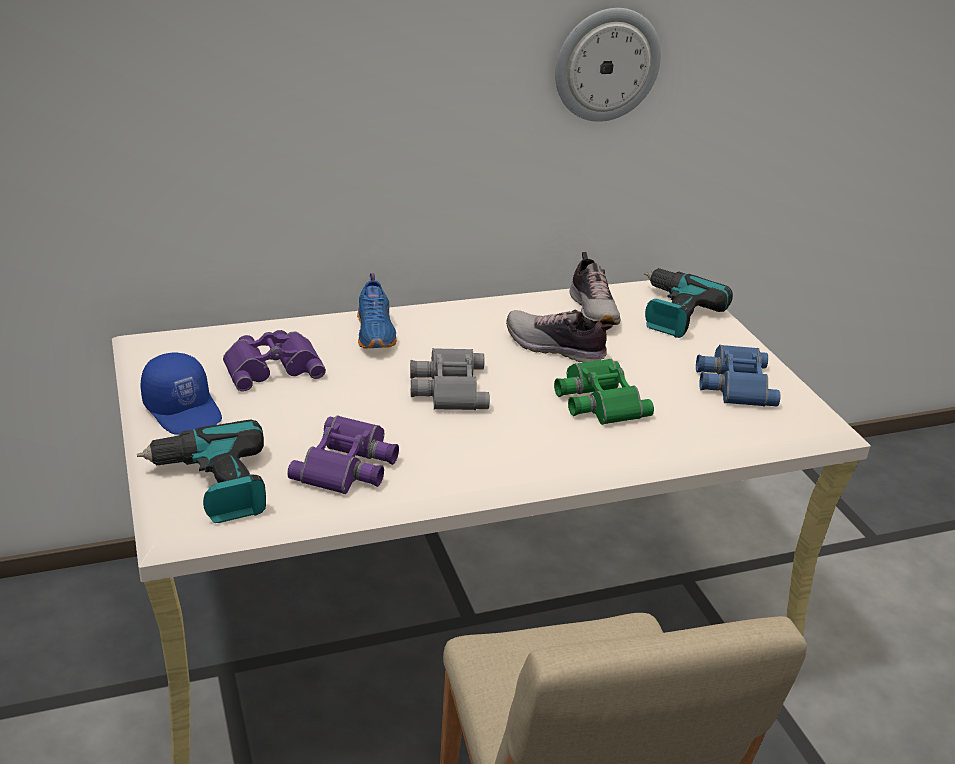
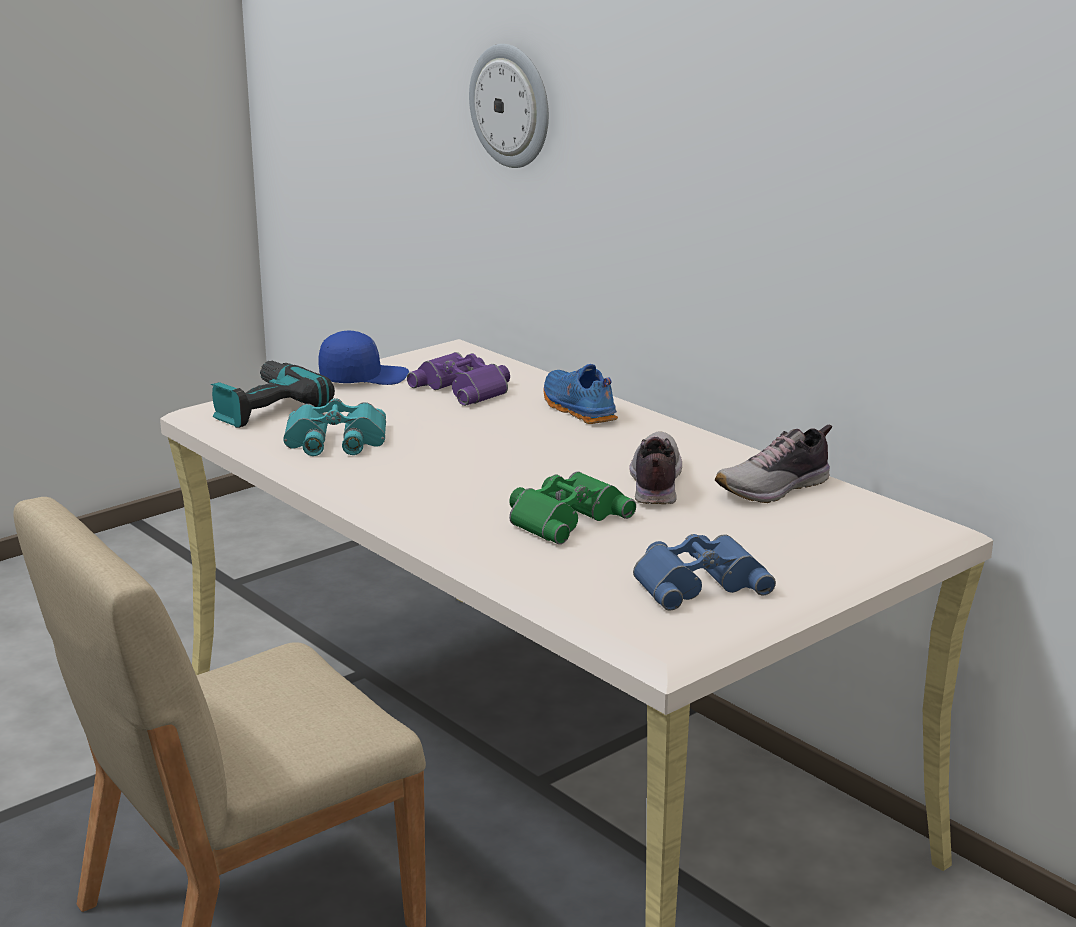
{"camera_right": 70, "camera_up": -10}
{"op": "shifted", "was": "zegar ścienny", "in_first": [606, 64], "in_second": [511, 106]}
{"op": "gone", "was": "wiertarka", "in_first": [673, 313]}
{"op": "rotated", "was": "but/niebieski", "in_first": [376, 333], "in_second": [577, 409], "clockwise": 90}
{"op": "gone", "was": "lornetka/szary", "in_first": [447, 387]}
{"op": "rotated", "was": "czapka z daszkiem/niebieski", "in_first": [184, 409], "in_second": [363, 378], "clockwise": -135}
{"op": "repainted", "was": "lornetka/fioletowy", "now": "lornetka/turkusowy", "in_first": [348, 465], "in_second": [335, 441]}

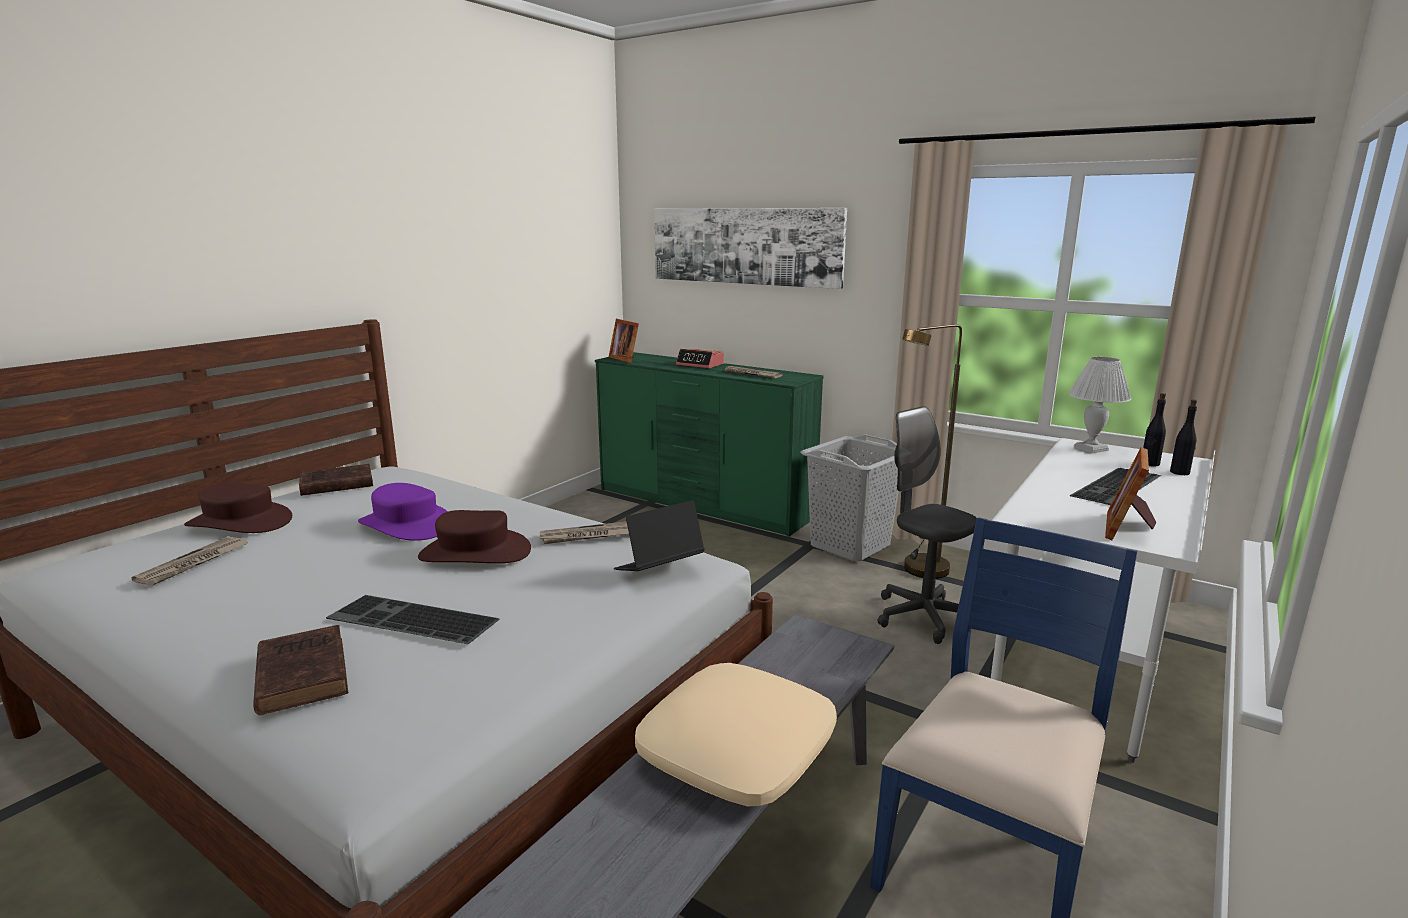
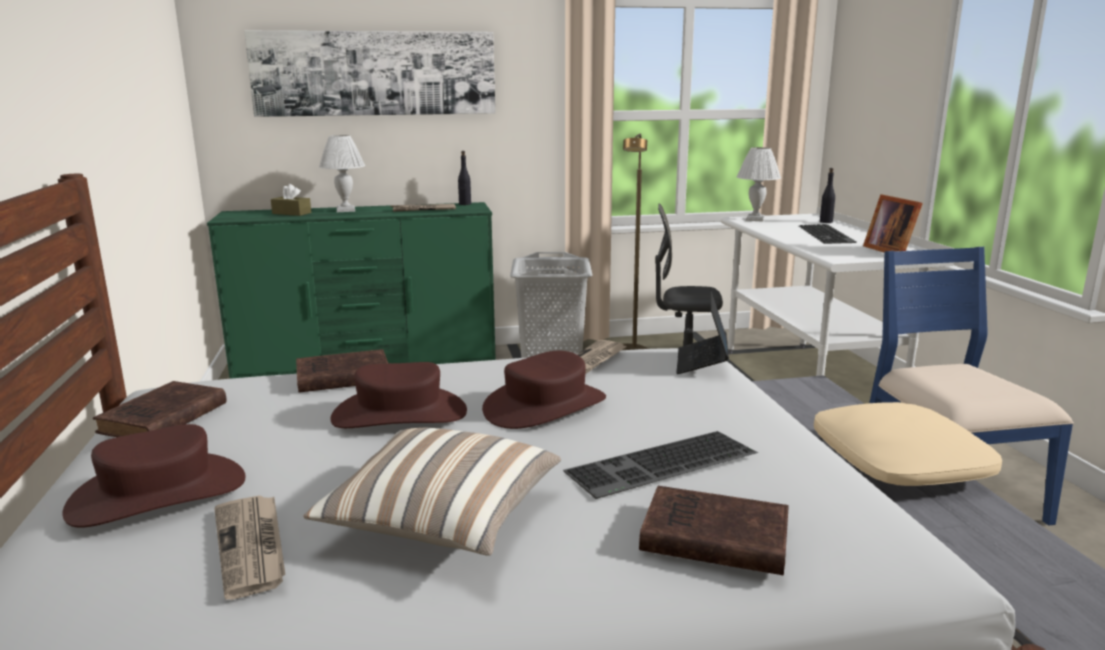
{"camera_right": -45, "camera_up": 0}
{"op": "gone", "was": "ramka na zdjęcie", "in_first": [626, 359]}
{"op": "swapped", "was": "budzik", "now": "lampa stołowa/biały", "in_first": [700, 365], "in_second": [346, 210]}
{"op": "shifted", "was": "butelka/czarny", "in_first": [1149, 464], "in_second": [465, 204]}
{"op": "repainted", "was": "kapelusz/fioletowy", "now": "kapelusz/brązowy", "in_first": [406, 524], "in_second": [400, 414]}
{"op": "new", "now": "pudełko chusteczek/brązowy", "in_second": [291, 213]}
{"op": "new", "now": "książka/brązowy", "in_second": [340, 377]}
{"op": "new", "now": "poduszka", "in_second": [441, 521]}

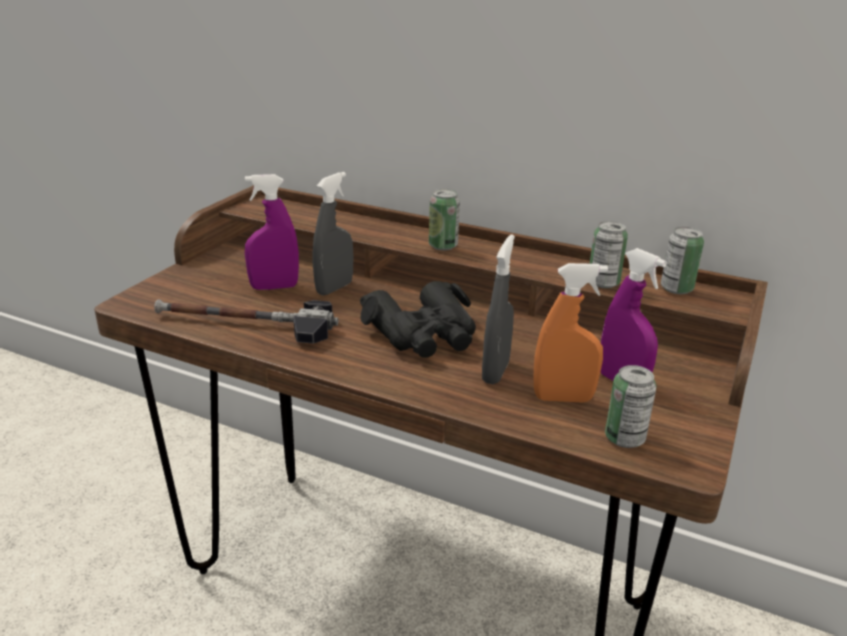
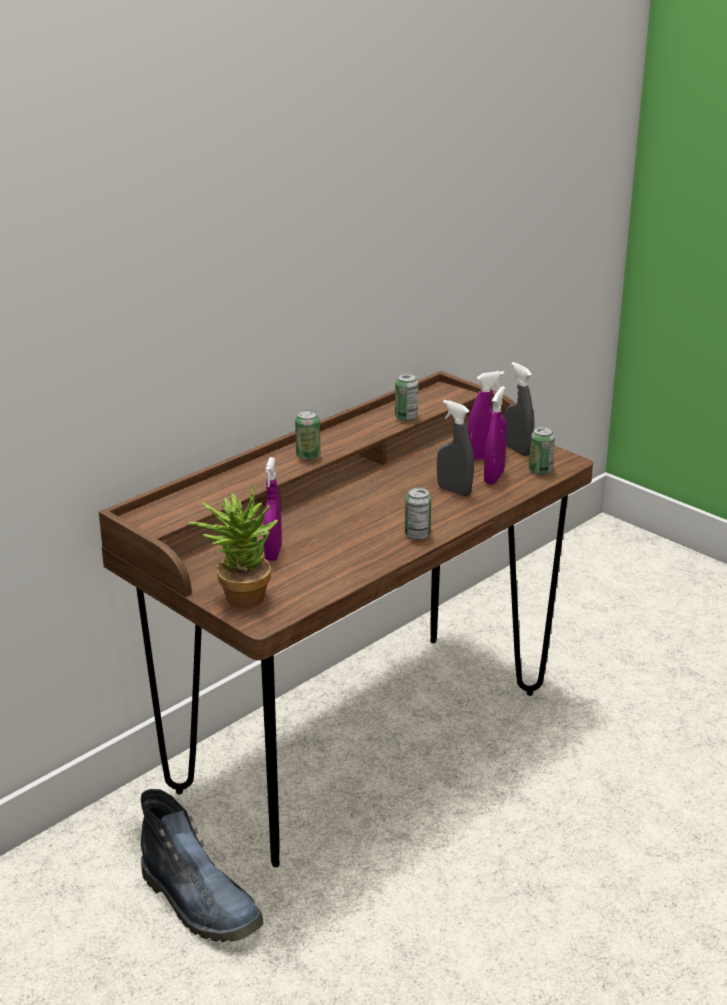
{"camera_right": -70, "camera_up": 0}
{"op": "shifted", "was": "spryskiwacz/szary", "in_first": [334, 288], "in_second": [517, 450]}
{"op": "shifted", "was": "puszka", "in_first": [676, 289], "in_second": [417, 535]}
{"op": "repainted", "was": "spryskiwacz/pomarańczowy", "now": "spryskiwacz/fioletowy", "in_first": [563, 398], "in_second": [494, 477]}
{"op": "gone", "was": "lornetka/czarny", "in_first": [423, 334]}
{"op": "gone", "was": "młotek", "in_first": [245, 324]}
{"op": "new", "now": "roślina doniczkowa", "in_second": [239, 595]}
{"op": "new", "now": "but z cholewką", "in_second": [202, 903]}

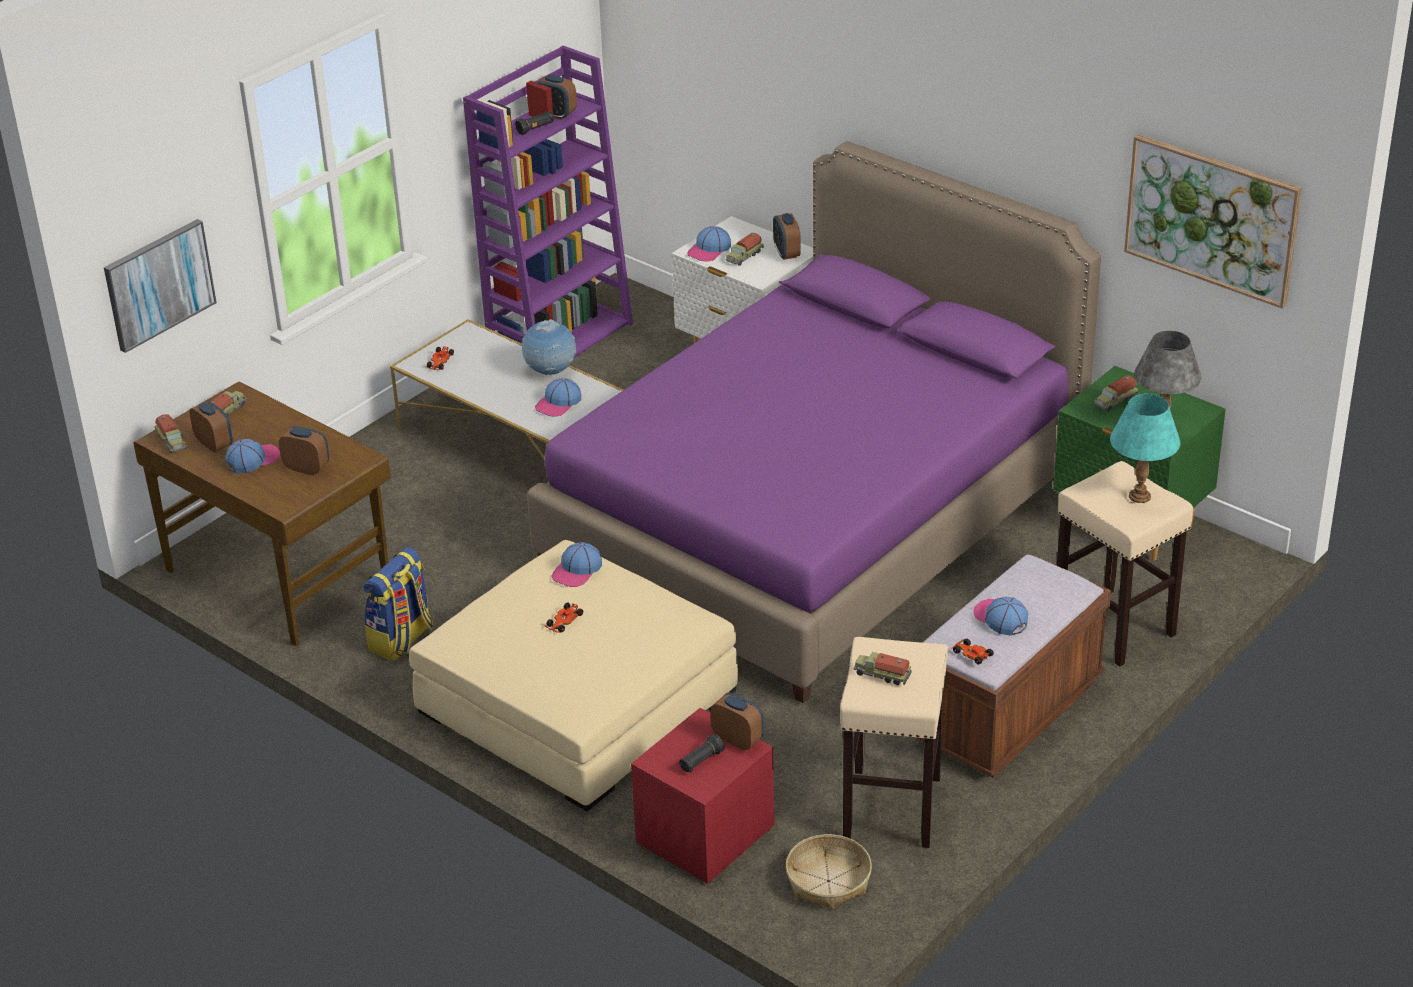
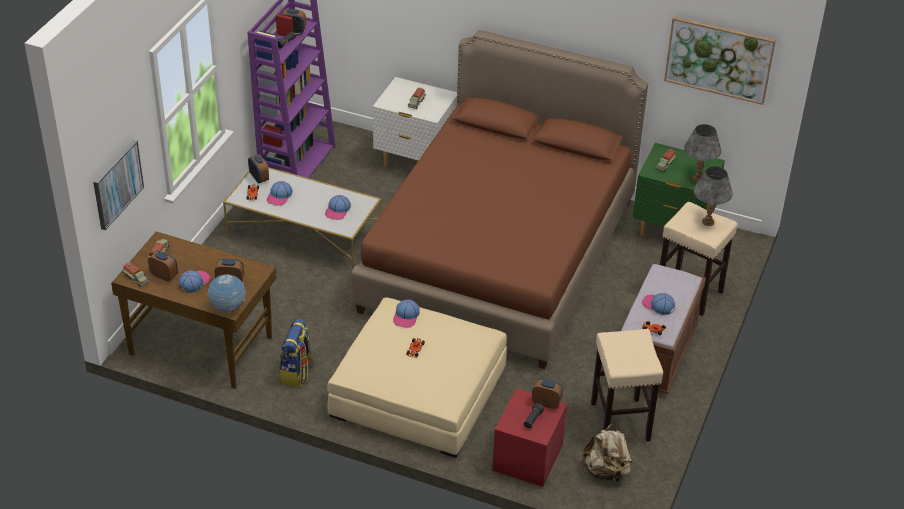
{"camera_right": -20, "camera_up": 5}
{"op": "repainted", "was": "łóżko/fioletowy", "now": "łóżko/brązowy", "in_first": [814, 519], "in_second": [499, 255]}
{"op": "shifted", "was": "budzik", "in_first": [786, 253], "in_second": [259, 178]}
{"op": "shifted", "was": "czapka z daszkiem", "in_first": [709, 250], "in_second": [279, 196]}
{"op": "shifted", "was": "globus", "in_first": [550, 372], "in_second": [228, 308]}
{"op": "repainted", "was": "lampa stołowa/turkusowy", "now": "lampa stołowa/szary", "in_first": [1139, 496], "in_second": [708, 222]}
{"op": "gone", "was": "ciężarówka zabawkowa", "in_first": [882, 674]}
{"op": "swapped", "was": "koszyk", "now": "plecak/beżowy", "in_first": [828, 881], "in_second": [606, 471]}

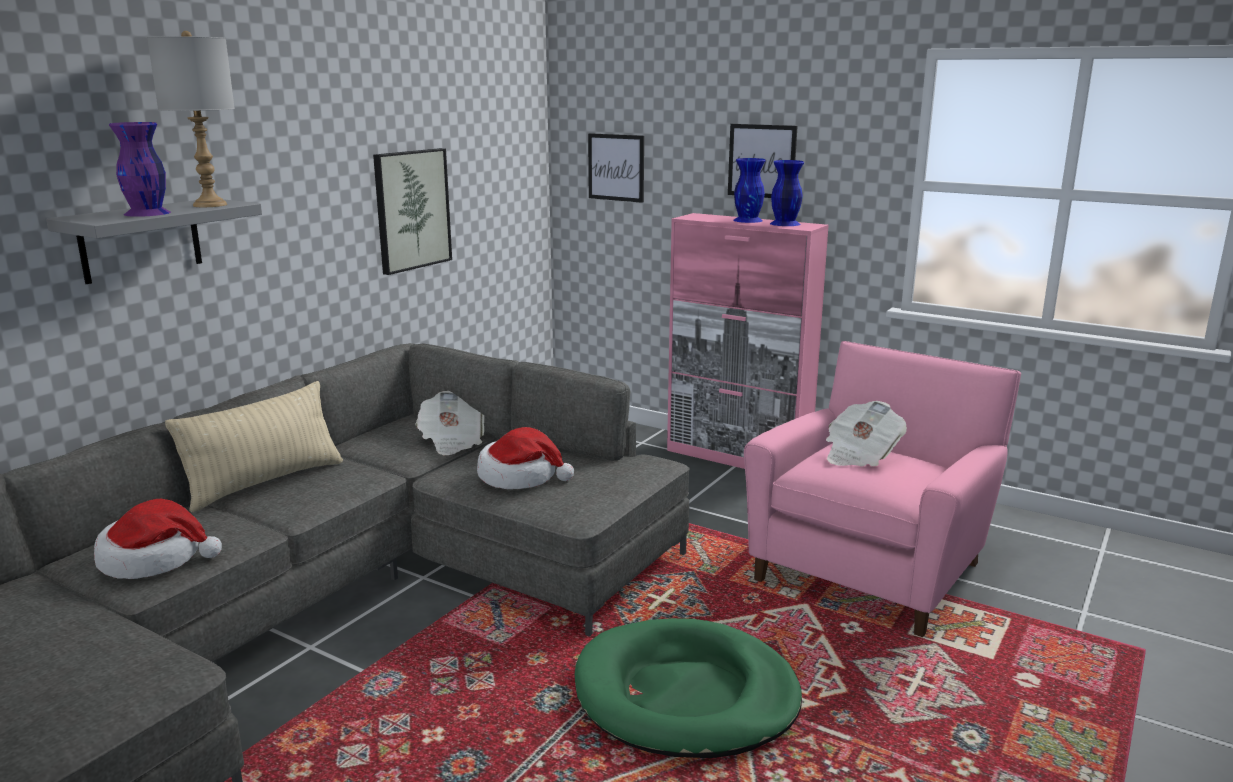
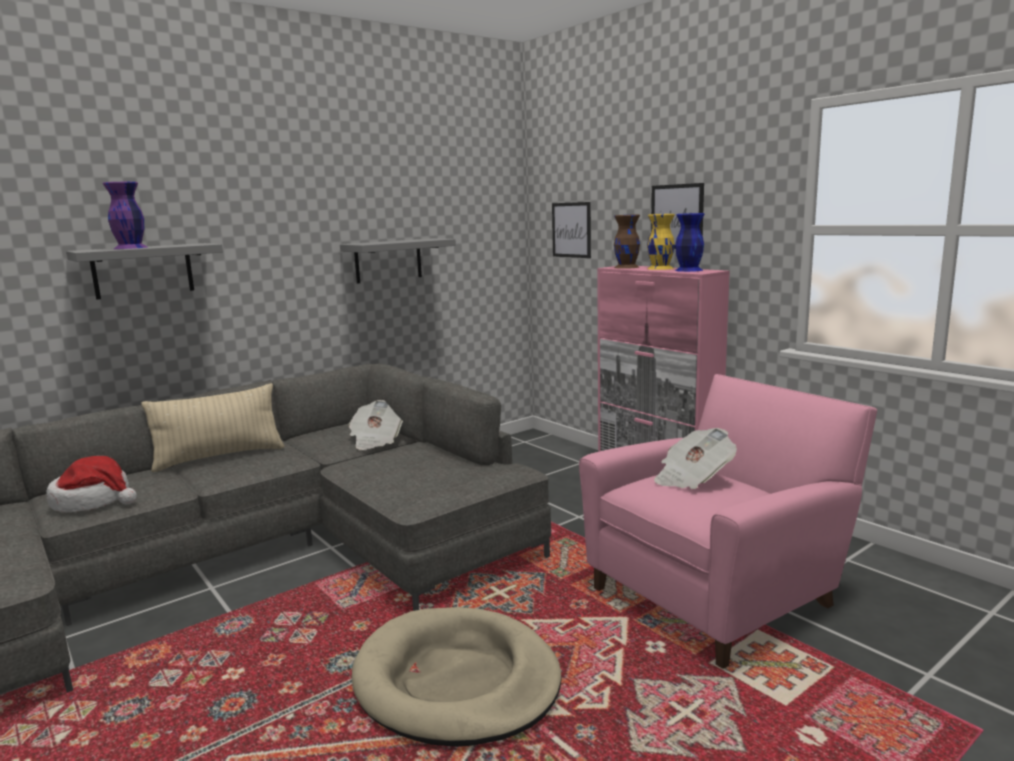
{"camera_right": 20, "camera_up": -5}
{"op": "gone", "was": "lampa stołowa/szary", "in_first": [209, 205]}
{"op": "swapped", "was": "obraz", "now": "półka/szary", "in_first": [412, 210], "in_second": [388, 260]}
{"op": "repainted", "was": "wazon/niebieski", "now": "wazon/żółty", "in_first": [748, 220], "in_second": [660, 268]}
{"op": "gone", "was": "kapelusz", "in_first": [520, 476]}
{"op": "repainted", "was": "legowisko/zielony", "now": "legowisko/beżowy", "in_first": [685, 695], "in_second": [456, 681]}
{"op": "new", "now": "wazon/brązowy", "in_second": [627, 267]}

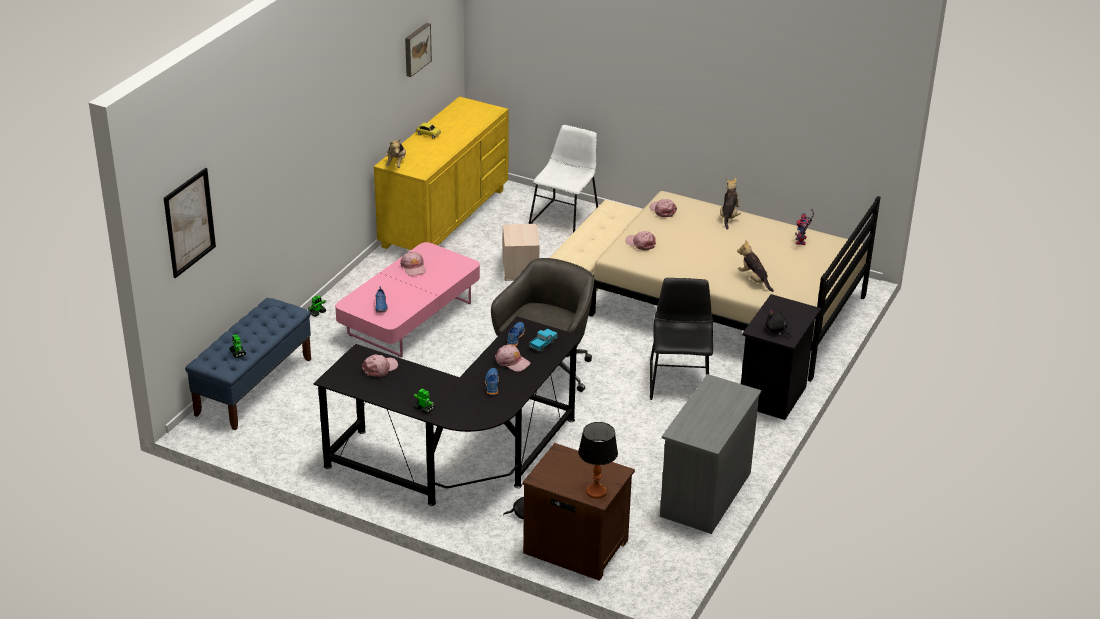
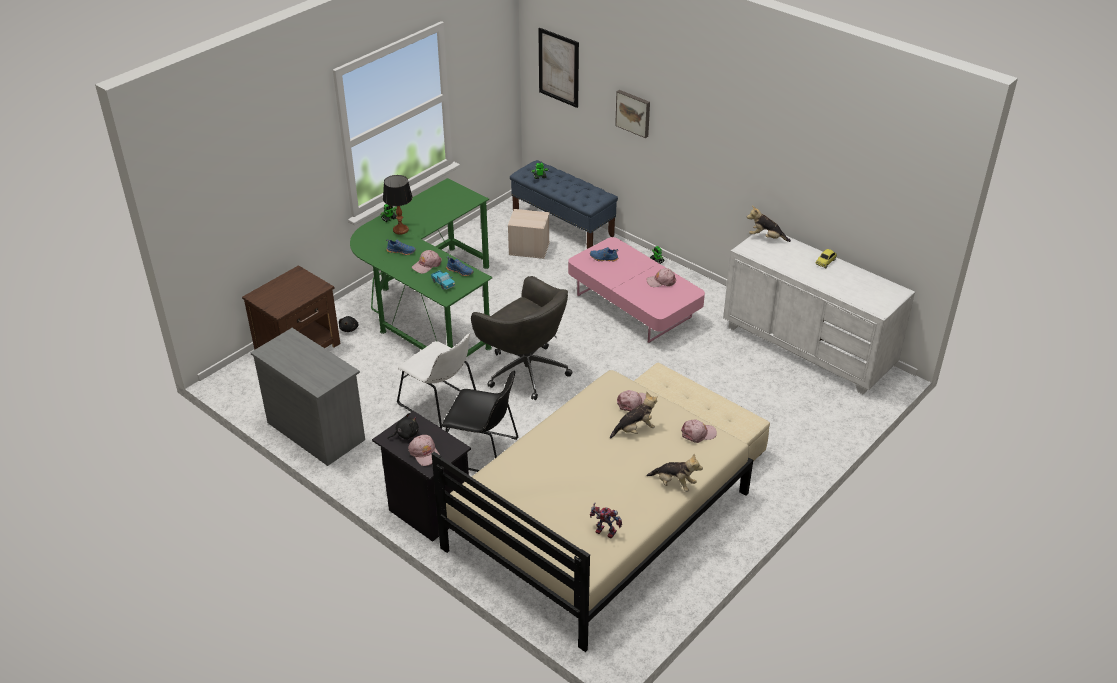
{"camera_right": 105, "camera_up": 5}
{"op": "shifted", "was": "obraz", "in_first": [416, 49], "in_second": [633, 113]}
{"op": "repainted", "was": "komoda/żółty", "now": "komoda/biały", "in_first": [444, 218], "in_second": [807, 347]}
{"op": "shifted", "was": "krzesło/biały", "in_first": [565, 216], "in_second": [440, 404]}
{"op": "shifted", "was": "pojemnik do przechowywania/beżowy", "in_first": [521, 269], "in_second": [528, 248]}
{"op": "shifted", "was": "pluszak", "in_first": [754, 280], "in_second": [635, 430]}
{"op": "repainted", "was": "biurko/czarny", "now": "biurko/zielony", "in_first": [460, 460], "in_second": [428, 308]}
{"op": "shifted", "was": "czapka z daszkiem/różowy", "in_first": [380, 368], "in_second": [424, 453]}
{"op": "shifted", "was": "lampa stołowa", "in_first": [596, 492], "in_second": [400, 230]}

